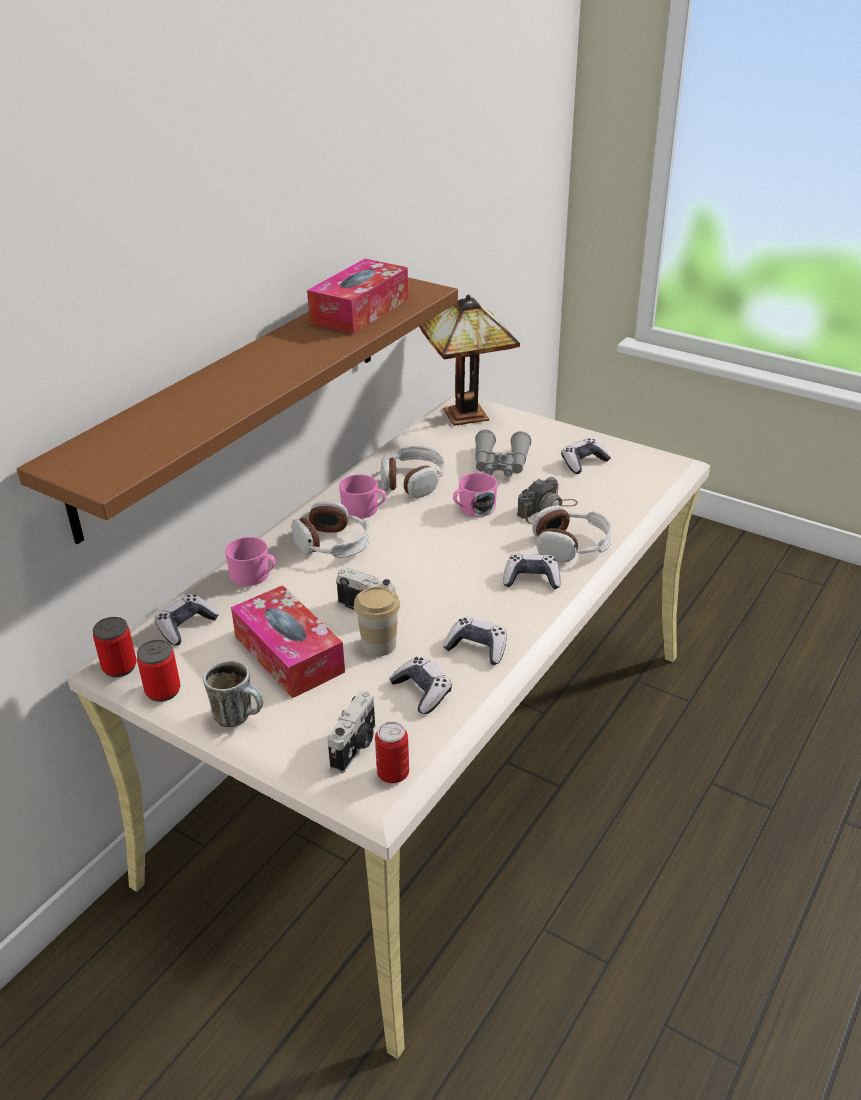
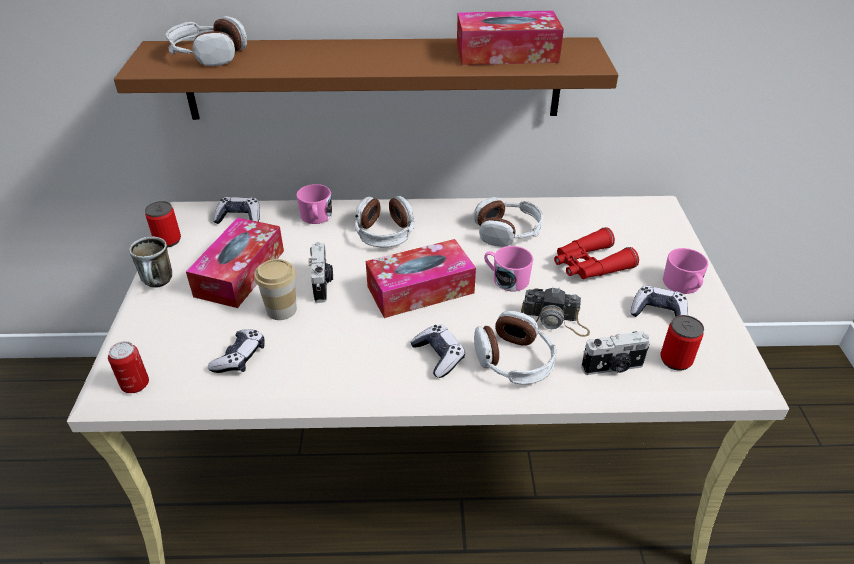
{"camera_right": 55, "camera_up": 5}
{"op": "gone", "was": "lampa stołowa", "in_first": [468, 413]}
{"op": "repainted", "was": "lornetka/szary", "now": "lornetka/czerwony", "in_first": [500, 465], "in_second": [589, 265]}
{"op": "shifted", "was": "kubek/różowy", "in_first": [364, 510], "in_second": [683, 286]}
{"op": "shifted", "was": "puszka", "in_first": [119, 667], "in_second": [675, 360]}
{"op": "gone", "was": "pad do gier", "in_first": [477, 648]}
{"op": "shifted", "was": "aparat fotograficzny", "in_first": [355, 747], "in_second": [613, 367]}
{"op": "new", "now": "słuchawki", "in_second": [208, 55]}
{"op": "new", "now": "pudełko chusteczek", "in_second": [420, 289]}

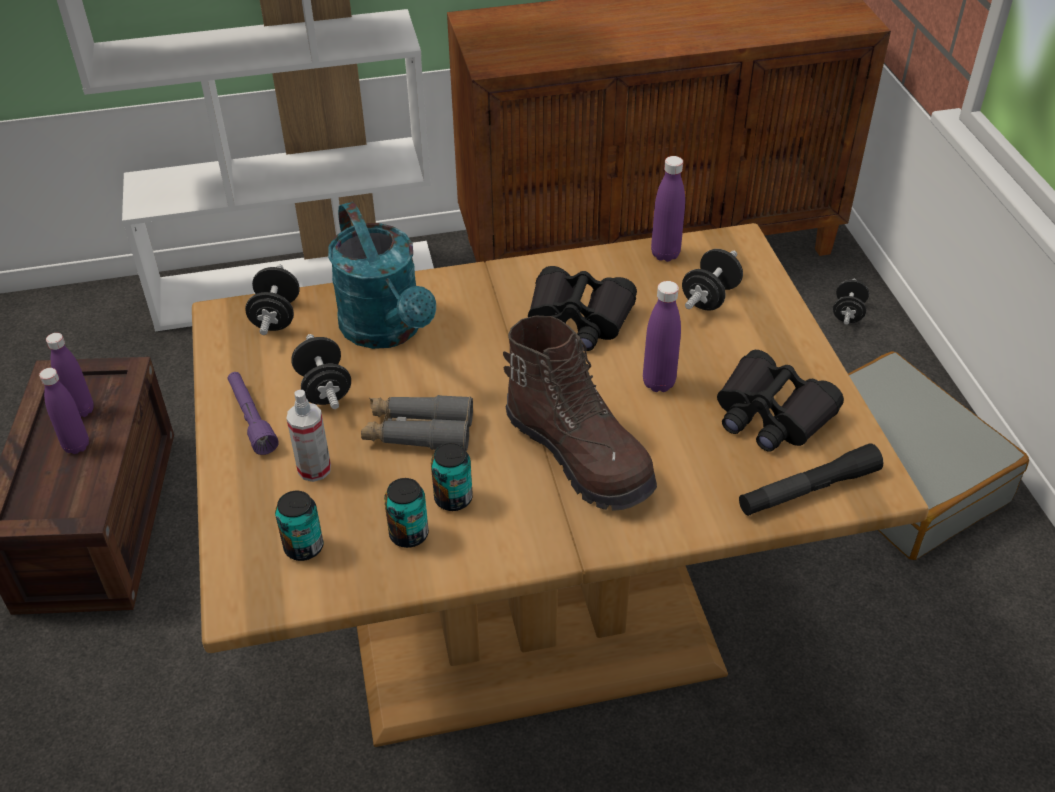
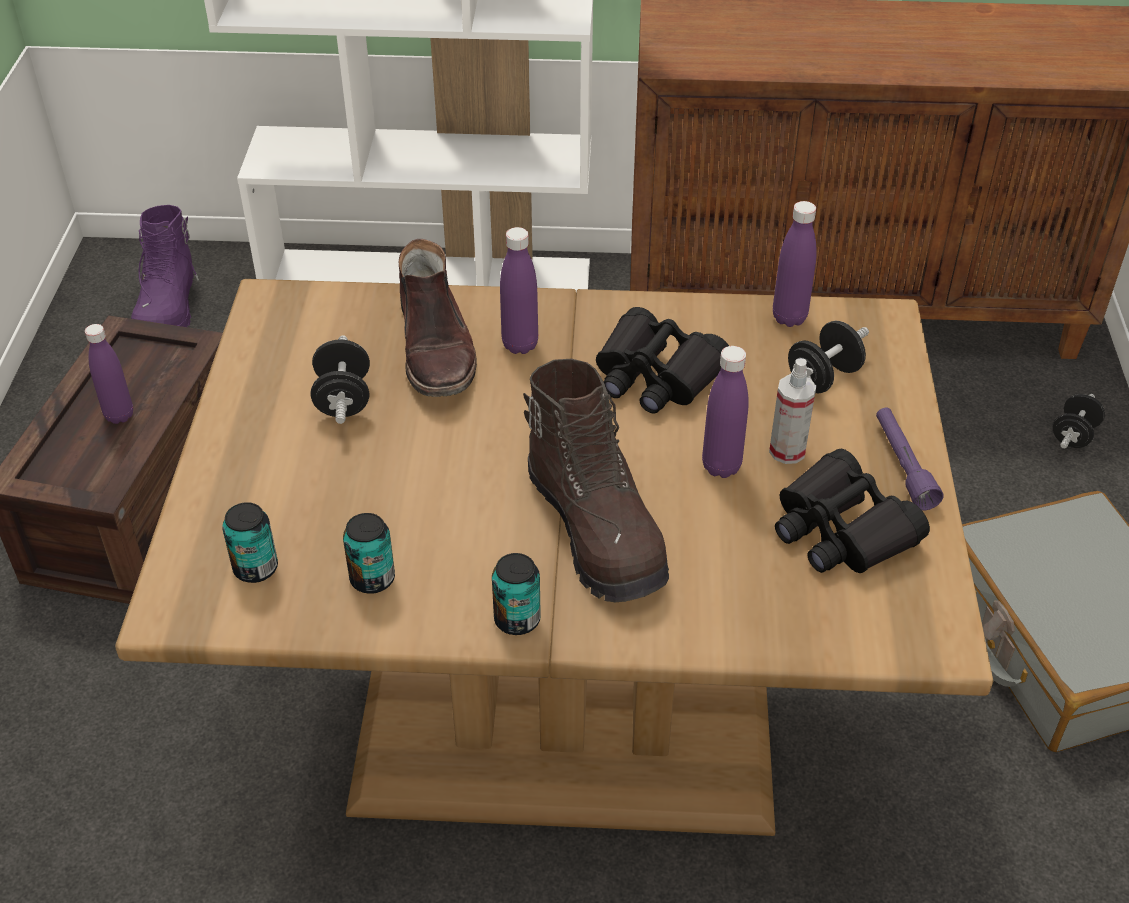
{"camera_right": 15, "camera_up": 0}
{"op": "swapped", "was": "konewka/turkusowy", "now": "but z cholewką/brązowy", "in_first": [387, 331], "in_second": [437, 348]}
{"op": "gone", "was": "hantel/czarny", "in_first": [276, 316]}
{"op": "shifted", "was": "butelka/fioletowy", "in_first": [81, 410], "in_second": [520, 345]}
{"op": "shifted", "was": "latarka/fioletowy", "in_first": [251, 419], "in_second": [903, 465]}
{"op": "shifted", "was": "spryskiwacz", "in_first": [314, 469], "in_second": [787, 451]}
{"op": "gone", "was": "lornetka/szary", "in_first": [418, 432]}
{"op": "shifted", "was": "puszka", "in_first": [453, 498], "in_second": [517, 619]}
{"op": "gone", "was": "latarka/czarny", "in_first": [808, 490]}
{"op": "new", "now": "but z cholewką/fioletowy", "in_second": [169, 309]}

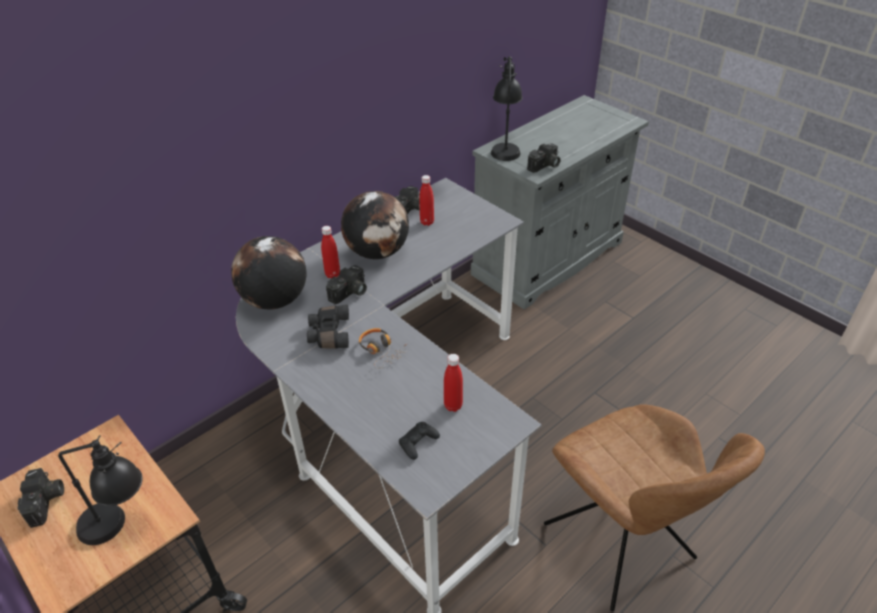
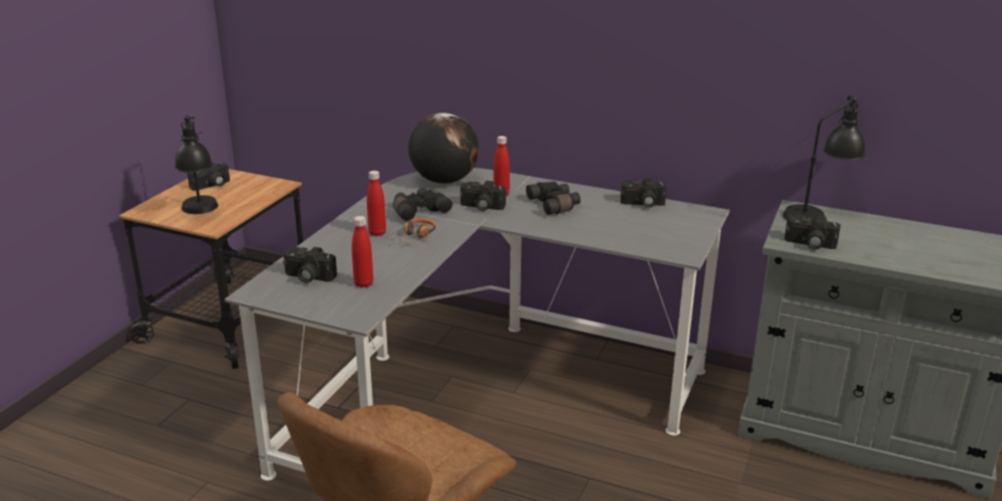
{"camera_right": 65, "camera_up": -15}
{"op": "shifted", "was": "butelka/czerwony", "in_first": [427, 222], "in_second": [377, 233]}
{"op": "swapped", "was": "globus", "now": "lornetka/czarny", "in_first": [378, 252], "in_second": [555, 205]}
{"op": "swapped", "was": "pad do gier/czarny", "now": "aparat fotograficzny", "in_first": [418, 443], "in_second": [308, 277]}

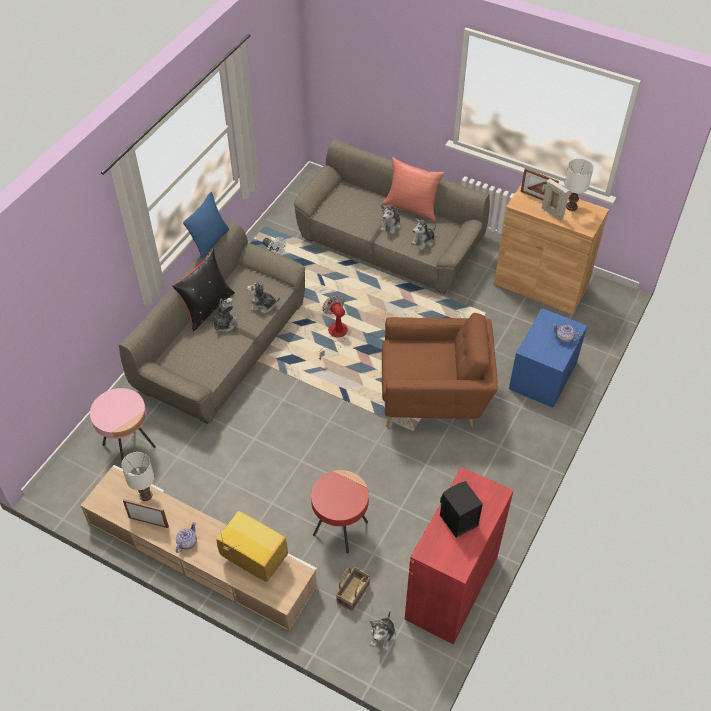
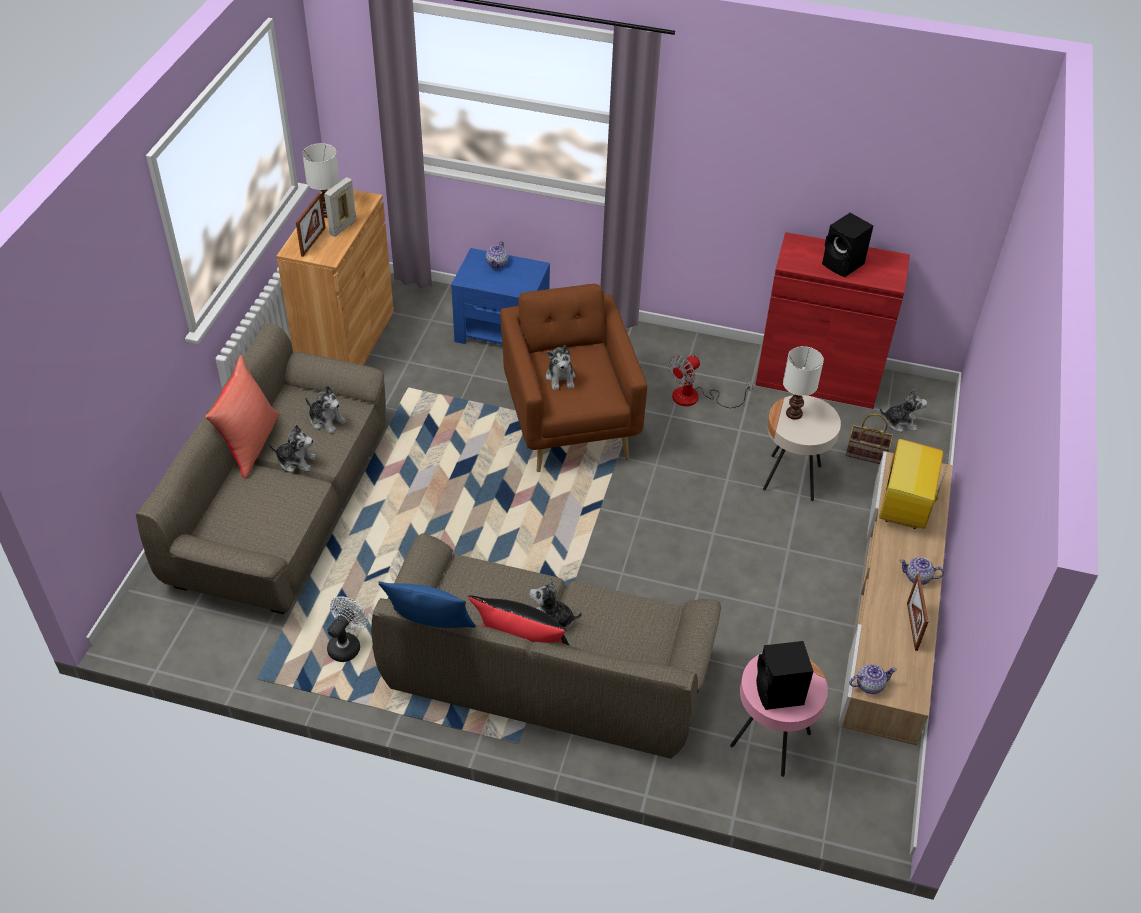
{"camera_right": -105, "camera_up": -5}
{"op": "shifted", "was": "pluszak", "in_first": [263, 305], "in_second": [560, 378]}
{"op": "shifted", "was": "wentylator", "in_first": [335, 336], "in_second": [695, 398]}
{"op": "shifted", "was": "lampa stołowa/biały", "in_first": [145, 495], "in_second": [793, 414]}
{"op": "repainted", "was": "stolik/czerwony", "now": "stolik/beżowy", "in_first": [340, 528], "in_second": [792, 478]}
{"op": "new", "now": "głośnik/czarny", "in_second": [779, 694]}
{"op": "new", "now": "imbryk", "in_second": [869, 685]}

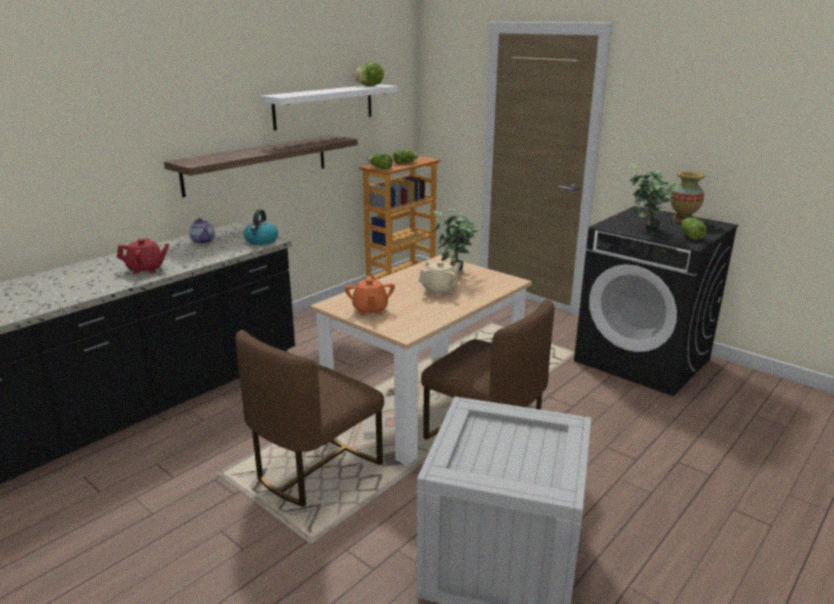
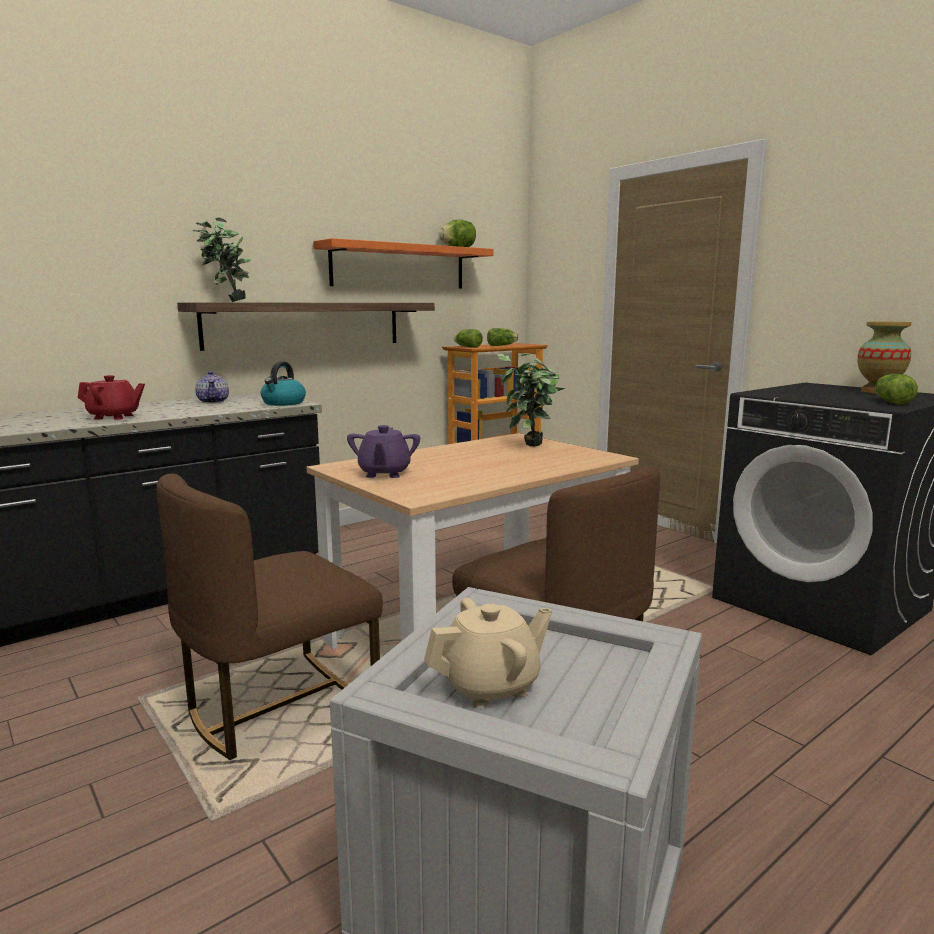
{"camera_right": 10, "camera_up": -10}
{"op": "repainted", "was": "półka/biały", "now": "półka/pomarańczowy", "in_first": [324, 106], "in_second": [399, 267]}
{"op": "shifted", "was": "roślina doniczkowa", "in_first": [645, 230], "in_second": [226, 302]}
{"op": "shifted", "was": "imbryk/beżowy", "in_first": [440, 290], "in_second": [490, 686]}
{"op": "repainted", "was": "imbryk/pomarańczowy", "now": "imbryk/fioletowy", "in_first": [370, 310], "in_second": [384, 473]}

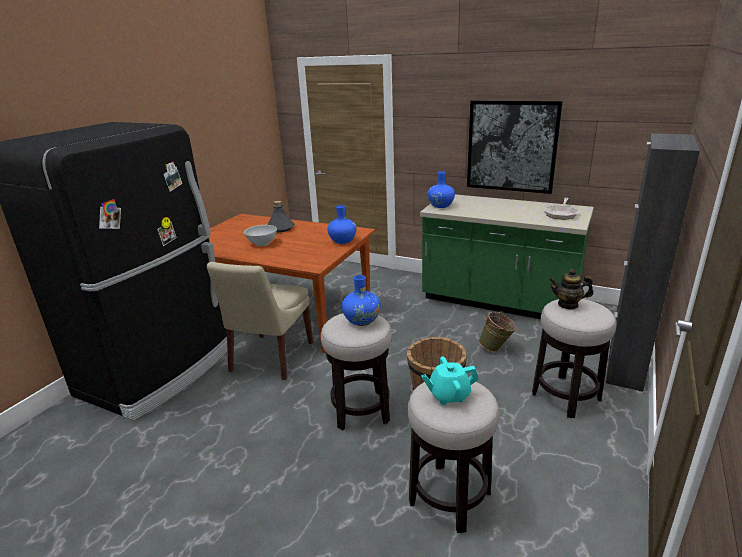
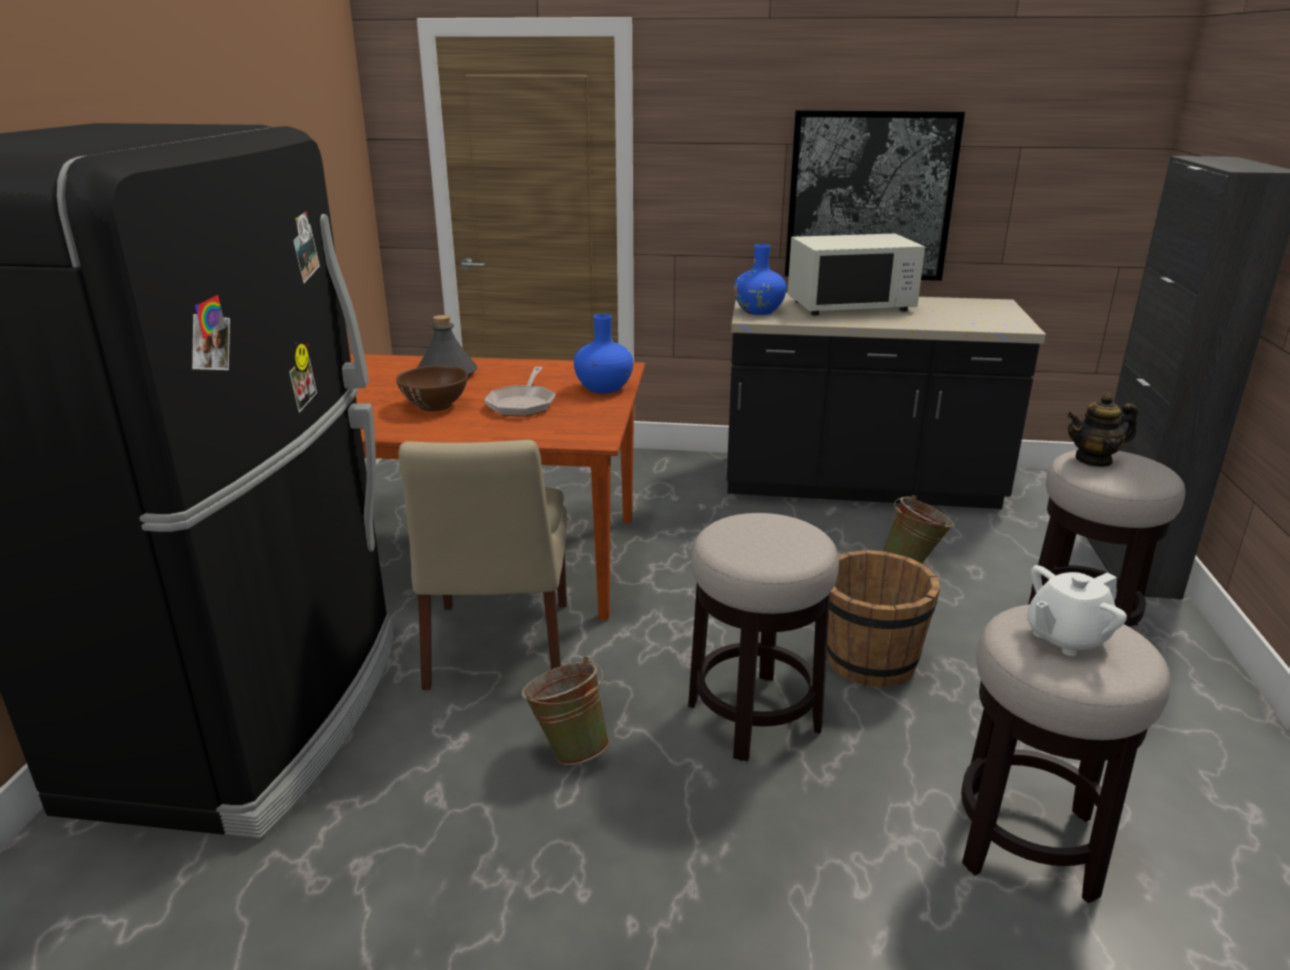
{"camera_right": -20, "camera_up": 0}
{"op": "repainted", "was": "zabudowa kuchenna/zielony", "now": "zabudowa kuchenna/czarny", "in_first": [499, 302], "in_second": [859, 486]}
{"op": "shifted", "was": "patelnia", "in_first": [561, 214], "in_second": [522, 404]}
{"op": "repainted", "was": "miska/biały", "now": "miska/brązowy", "in_first": [262, 243], "in_second": [435, 405]}
{"op": "gone", "was": "wazon/niebieski", "in_first": [362, 320]}
{"op": "repainted", "was": "imbryk/turkusowy", "now": "imbryk/biały", "in_first": [449, 395], "in_second": [1065, 638]}
{"op": "new", "now": "mikrofalówka/biały", "in_second": [850, 306]}
{"op": "new", "now": "wiadro/zielony", "in_second": [568, 748]}

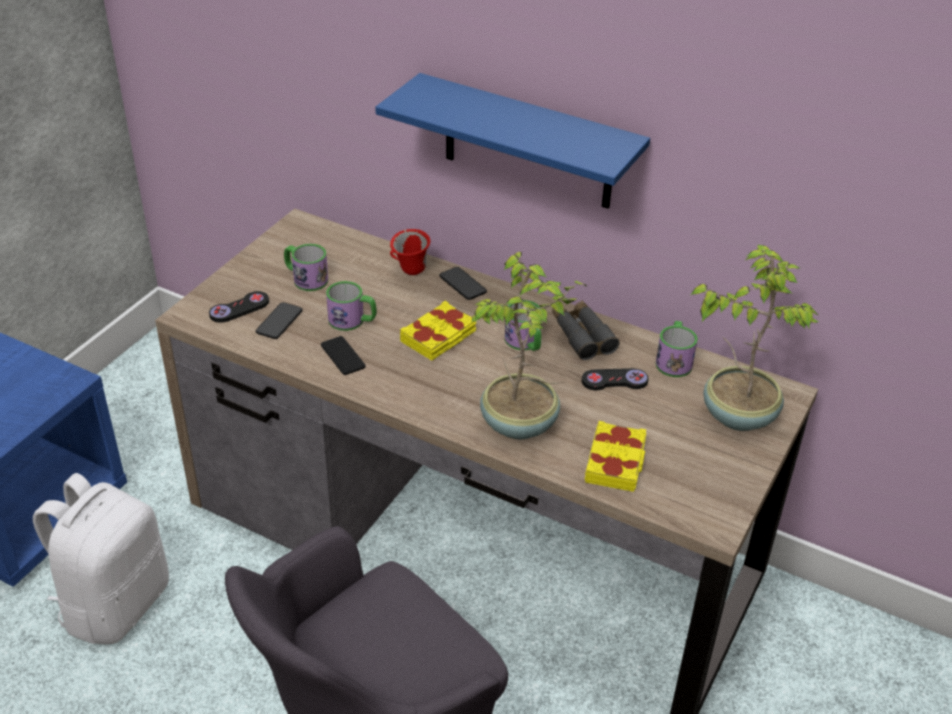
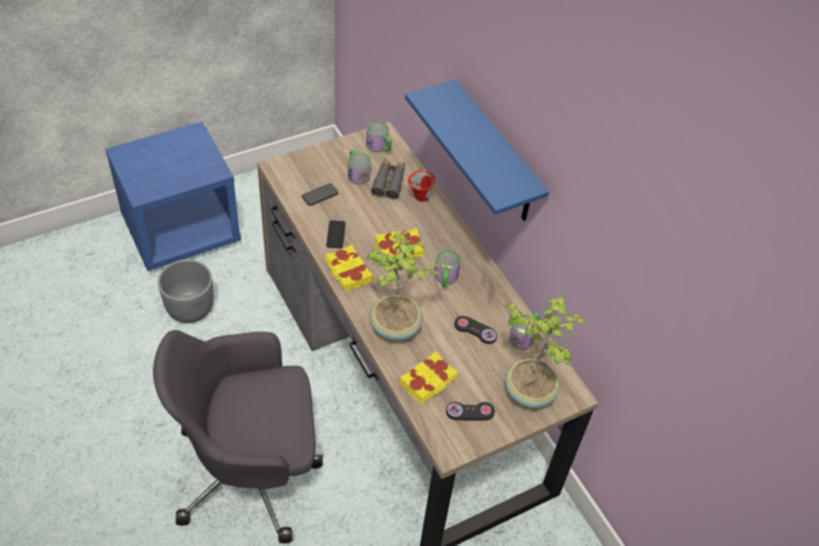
{"camera_right": 30, "camera_up": 10}
{"op": "gone", "was": "telefon", "in_first": [462, 284]}
{"op": "shifted", "was": "kubek", "in_first": [352, 321], "in_second": [379, 147]}
{"op": "shifted", "was": "pad do gier/czarny", "in_first": [239, 308], "in_second": [470, 412]}
{"op": "shifted", "was": "lornetka/szary", "in_first": [582, 336], "in_second": [389, 182]}
{"op": "swapped", "was": "plecak/biały", "now": "donica/szary", "in_first": [115, 604], "in_second": [190, 307]}
{"op": "new", "now": "książka/żółty", "in_second": [348, 271]}

